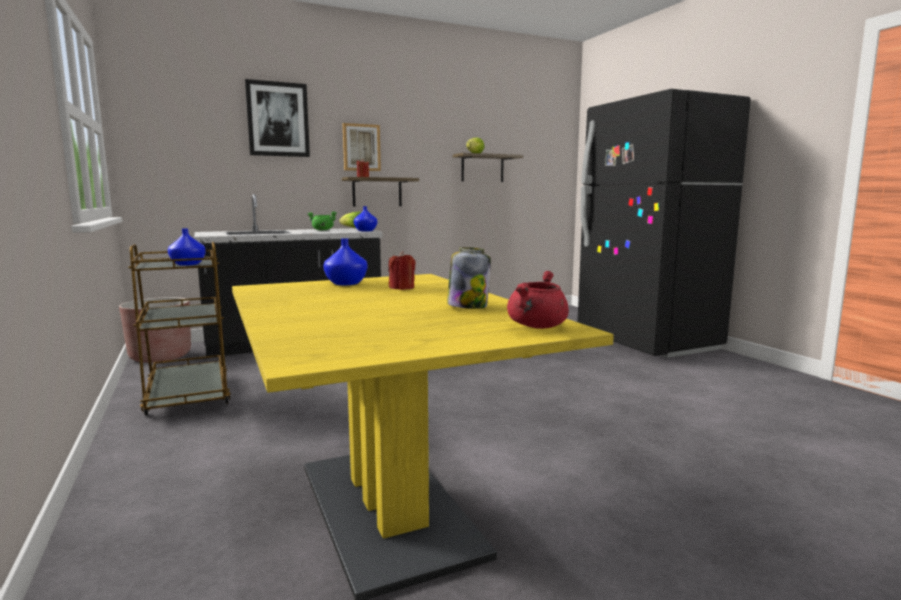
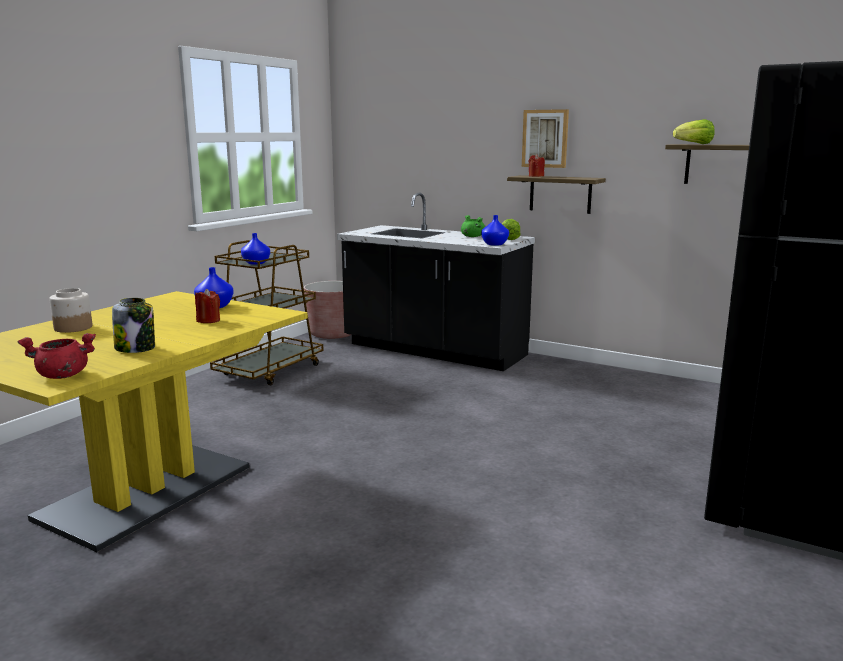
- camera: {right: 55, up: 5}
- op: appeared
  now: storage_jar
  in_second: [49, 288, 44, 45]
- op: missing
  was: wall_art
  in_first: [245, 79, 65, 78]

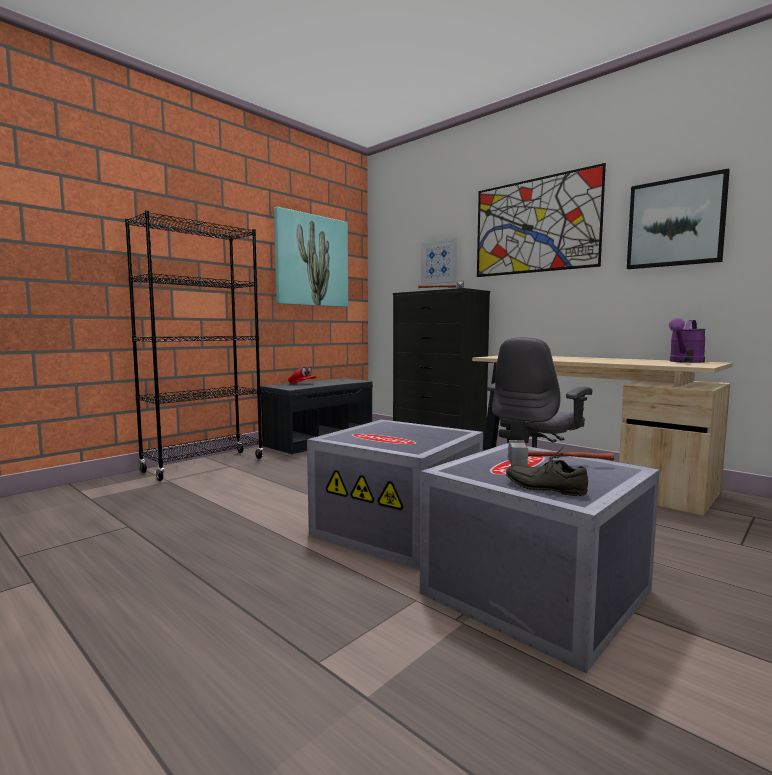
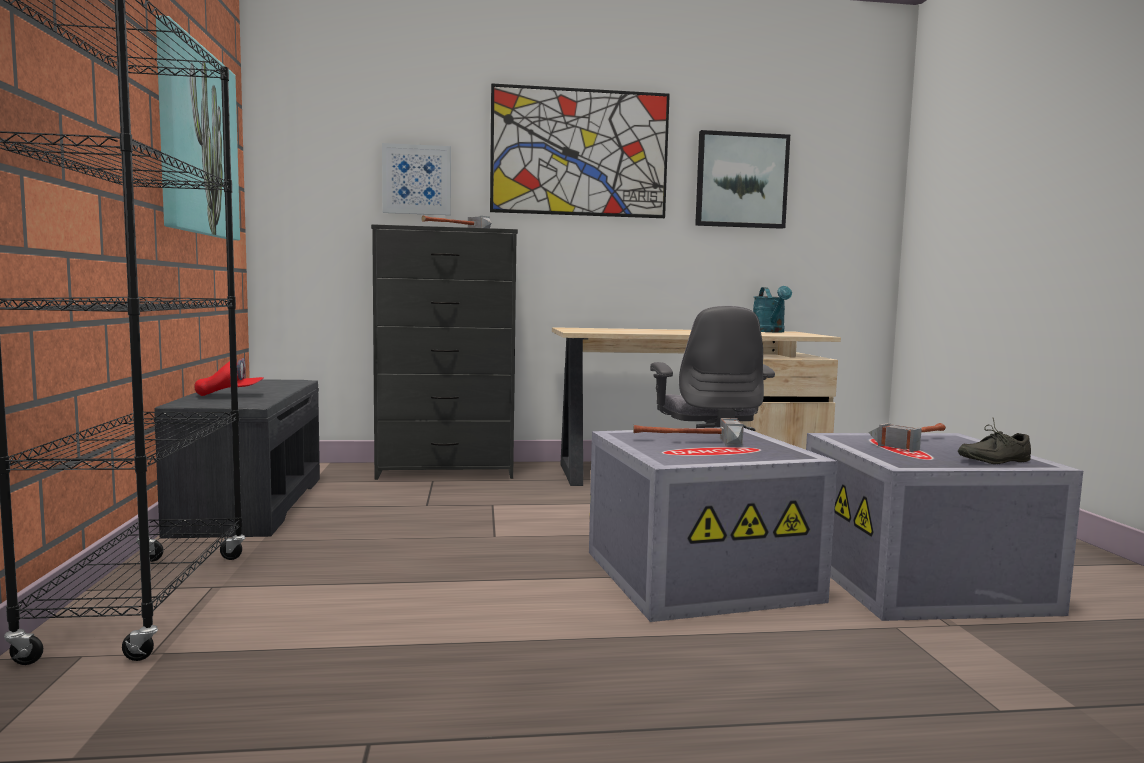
- camera: {right: -50, up: 0}
- op: appeared
  now: hammer
  in_second: [633, 418, 111, 28]
- op: colour
  was: purplish_watering_can
  now: blue-green_watering_can
  in_first: [669, 318, 37, 45]
  in_second: [753, 286, 39, 46]

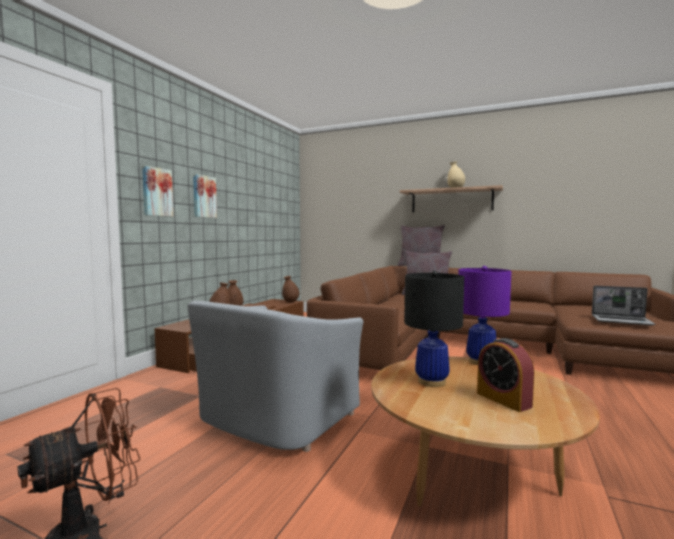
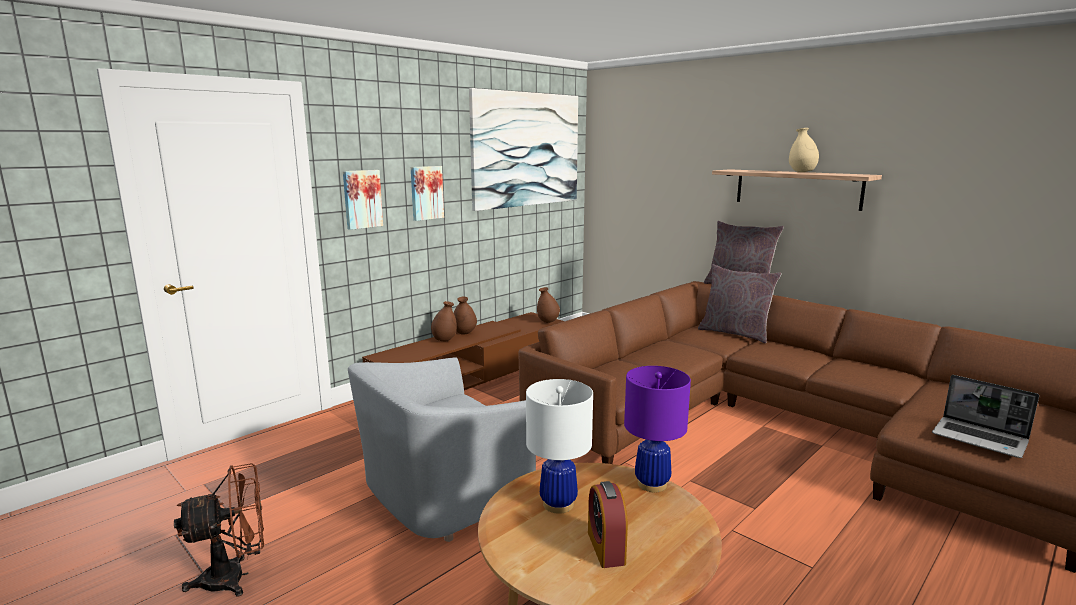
- camera: {right: 20, up: 10}
- op: appeared
  now: wall_art
  in_second: [469, 88, 109, 123]
- op: colour
  was: blackish_lamp_for_a_table
  now: white-coloured_lamp_for_a_table
  in_first: [404, 271, 60, 116]
  in_second: [526, 379, 67, 135]

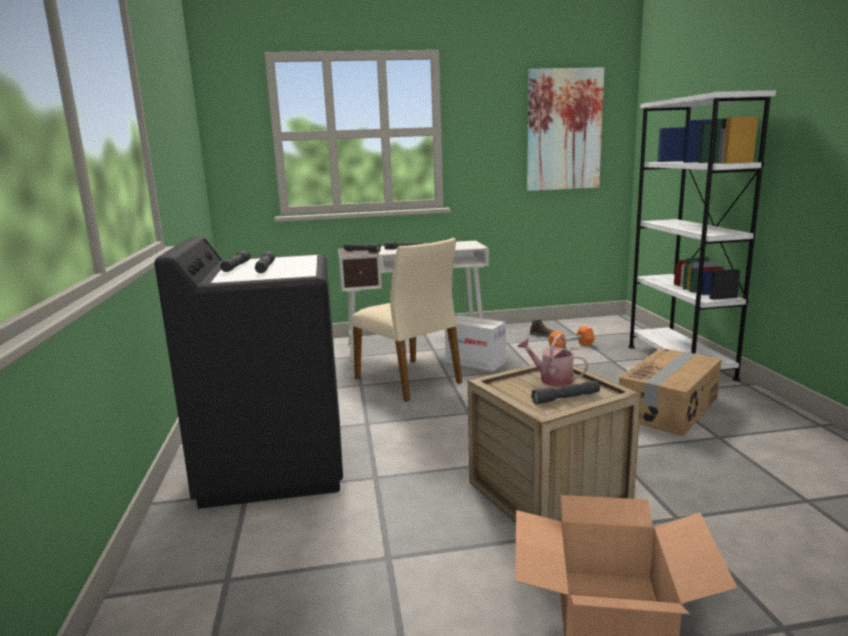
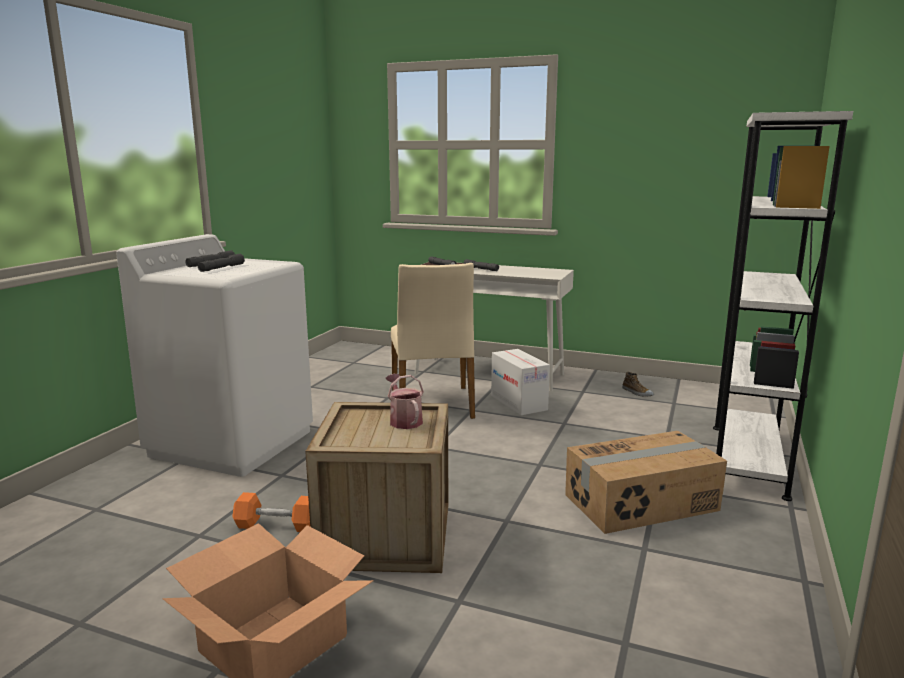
- camera: {right: 30, up: 0}
- op: colour
  was: blackish_laundry_appliance
  now: white-coloured_laundry_appliance
  in_first: [154, 236, 189, 273]
  in_second: [116, 234, 197, 243]
- op: relocated
  was: orange_dumbbell
  in_first: [548, 326, 47, 22]
  in_second: [232, 492, 78, 40]
- op: missing
  was: wall_art
  in_first: [527, 67, 77, 124]
- op: missing
  was: gray_hand_torch
  in_first: [531, 381, 69, 23]

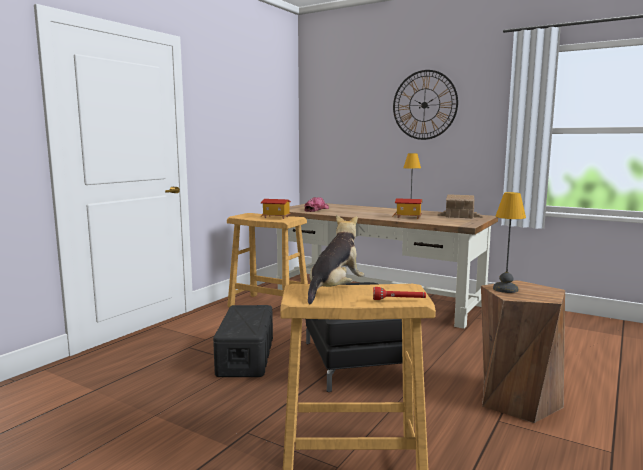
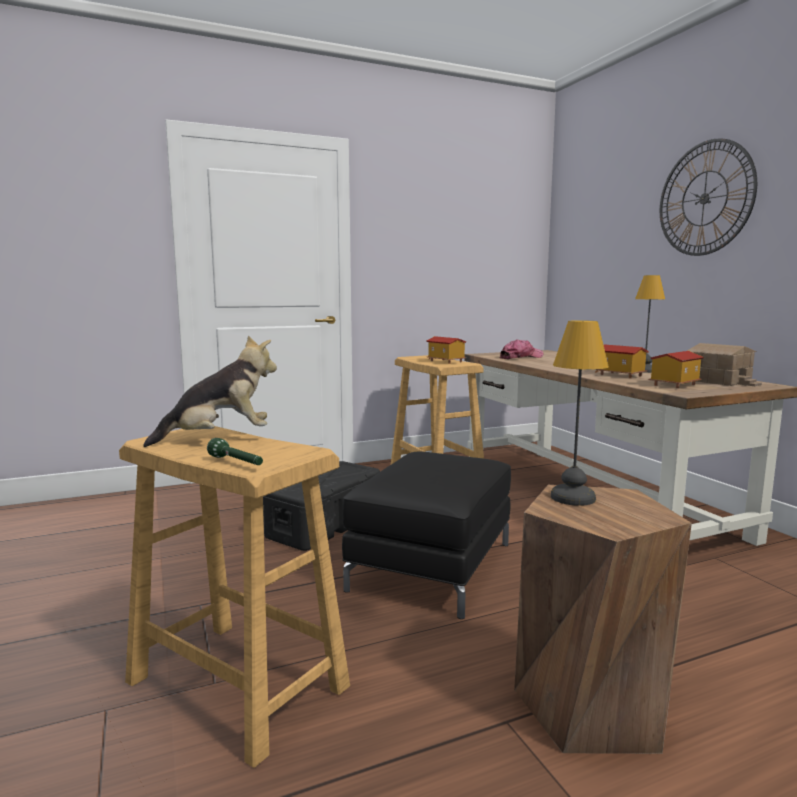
- camera: {right: 35, up: 0}
- op: colour
  was: red-coloured_hand_torch
  now: green_hand_torch
  in_first: [373, 287, 53, 13]
  in_second: [207, 438, 56, 27]
- op: appeared
  now: miniature_house
  in_second: [648, 351, 56, 38]

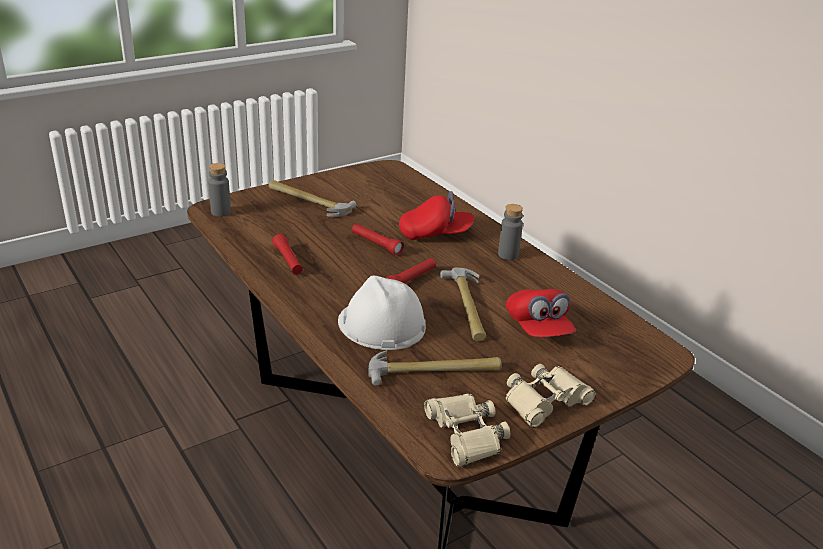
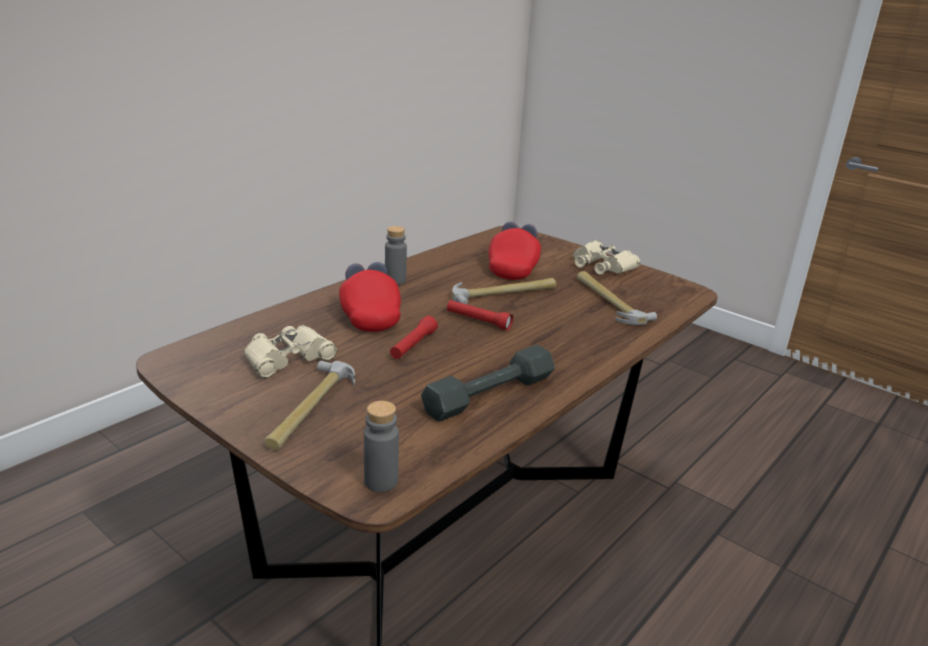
- camera: {right: -105, up: -5}
- op: relocated
  was: beige-coloured_field_glasses
  in_first: [424, 394, 86, 73]
  in_second: [244, 325, 93, 53]
- op: exchanged
  was: red-coloured_hand_torch
  now: gray_dumbbell
  in_first: [272, 234, 31, 41]
  in_second: [421, 345, 134, 77]
- op: spun
  was: red-coloured_baseball_cap
  in_first: [506, 289, 70, 48]
  in_second: [489, 222, 52, 58]
  clockwise: -45
- op: missing
  was: white-coloured_hard_hat
  in_first: [338, 276, 88, 74]

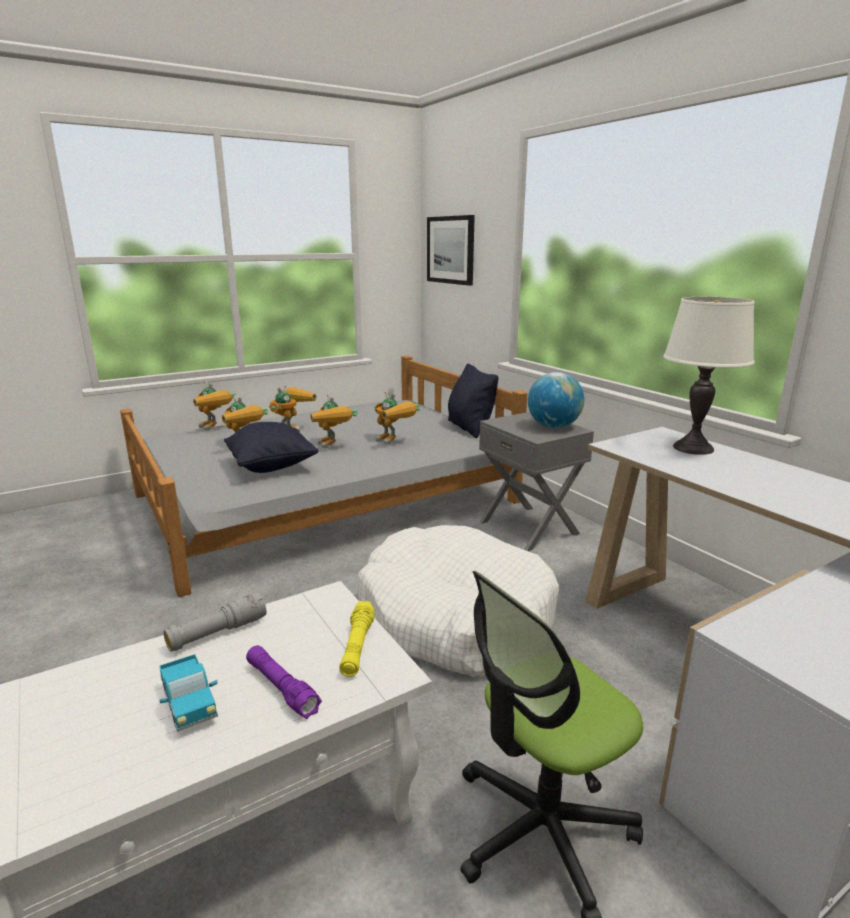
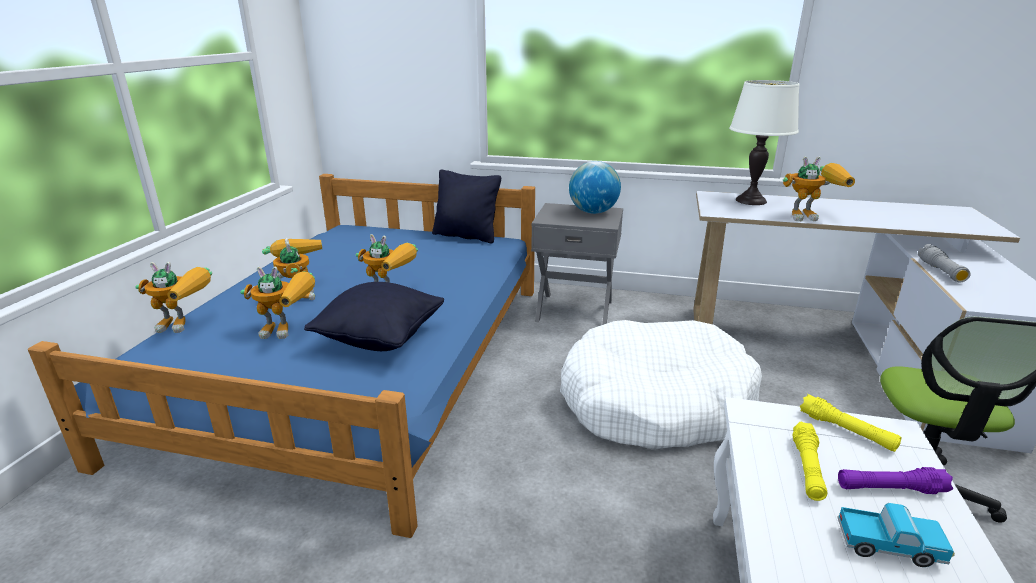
- camera: {right: -45, up: 5}
- op: colour
  was: gray_bedroom_bed
  now: blue-coloured_bedroom_bed
  in_first: [120, 355, 407, 242]
  in_second: [28, 174, 507, 364]
- op: relocated
  was: robot_figure
  in_first: [374, 391, 46, 54]
  in_second: [783, 156, 72, 65]
- op: appeared
  now: yellowish_hand_torch
  in_second: [793, 422, 34, 79]
- op: relocated
  was: gray_hand_torch
  in_first: [163, 593, 104, 59]
  in_second: [918, 244, 53, 38]
- op: missing
  was: wall_art
  in_first: [427, 215, 48, 71]

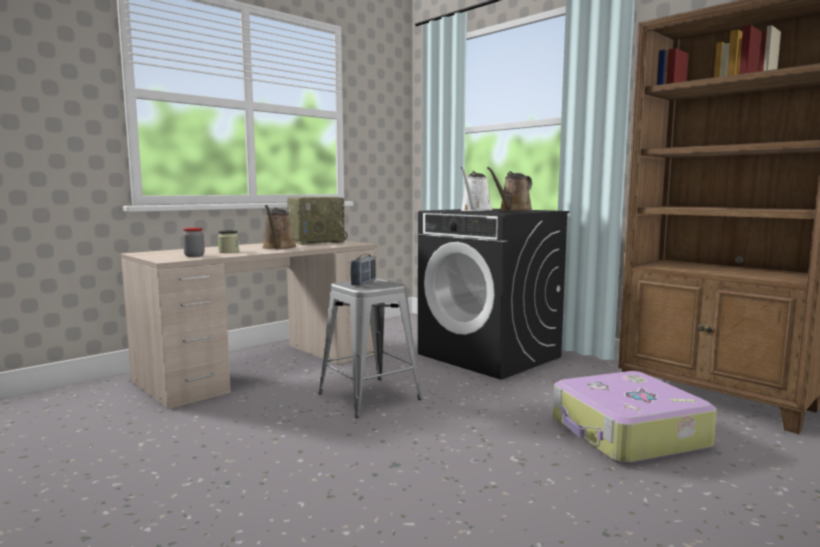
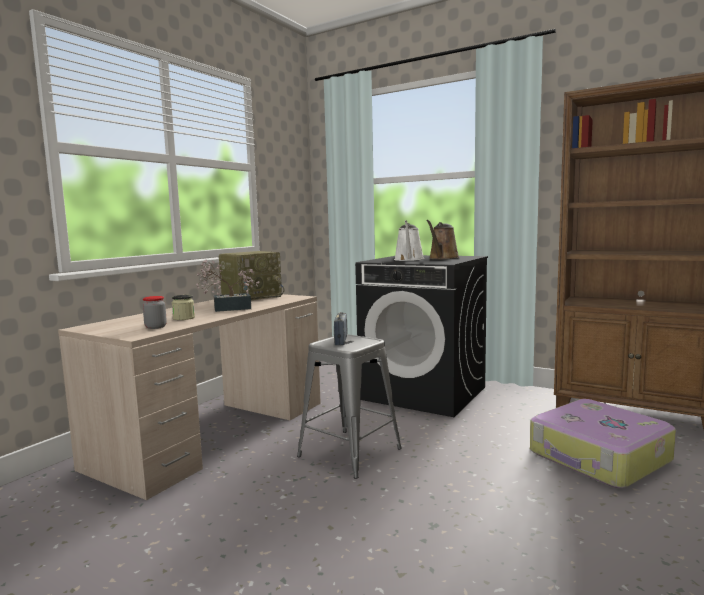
- camera: {right: -15, up: 0}
- op: exchanged
  was: brown_watering_can
  now: houseplant
  in_first: [262, 205, 35, 44]
  in_second: [196, 260, 64, 52]

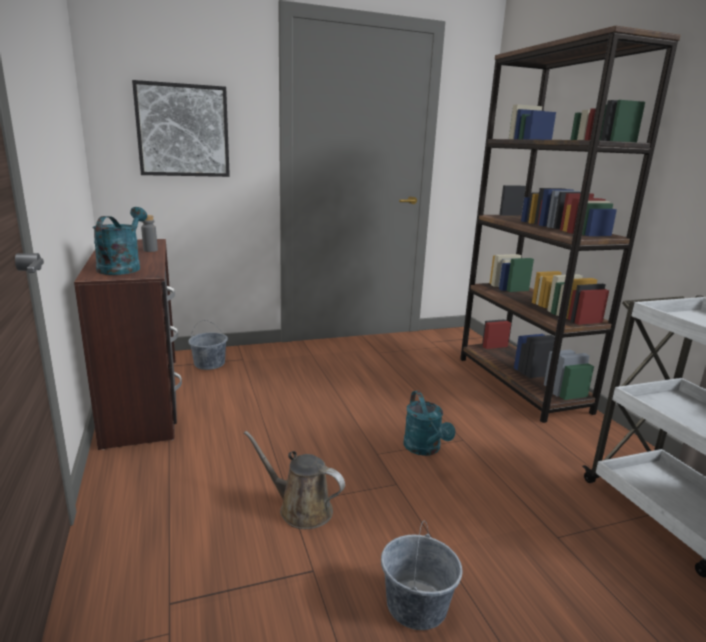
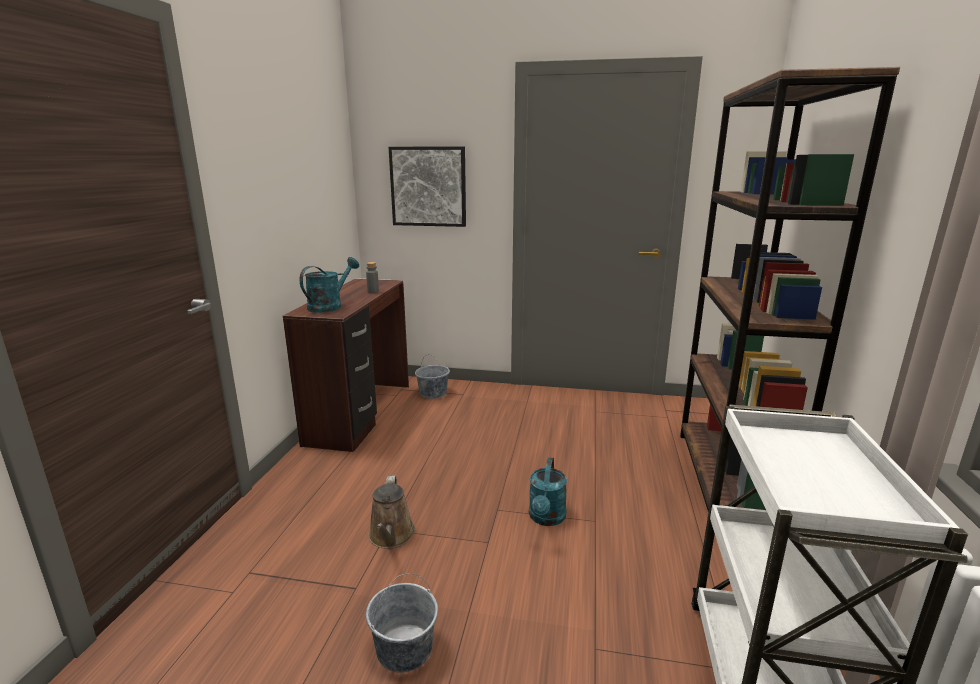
- camera: {right: 30, up: 0}
- op: spun
  was: brown_watering_can
  in_first: [244, 431, 101, 98]
  in_second: [368, 476, 47, 72]
  clockwise: -150

